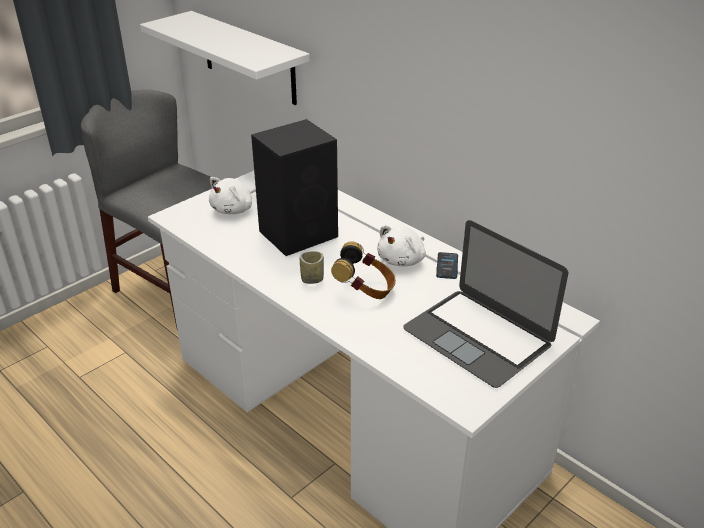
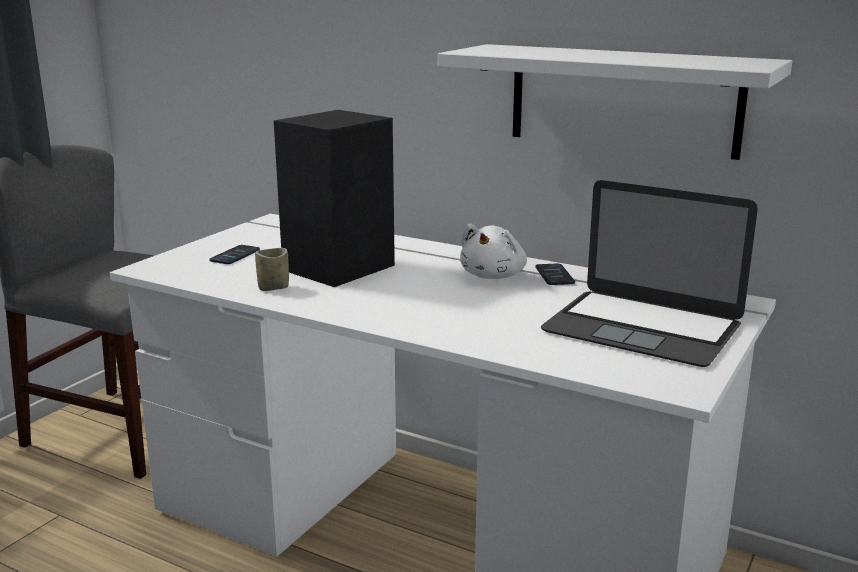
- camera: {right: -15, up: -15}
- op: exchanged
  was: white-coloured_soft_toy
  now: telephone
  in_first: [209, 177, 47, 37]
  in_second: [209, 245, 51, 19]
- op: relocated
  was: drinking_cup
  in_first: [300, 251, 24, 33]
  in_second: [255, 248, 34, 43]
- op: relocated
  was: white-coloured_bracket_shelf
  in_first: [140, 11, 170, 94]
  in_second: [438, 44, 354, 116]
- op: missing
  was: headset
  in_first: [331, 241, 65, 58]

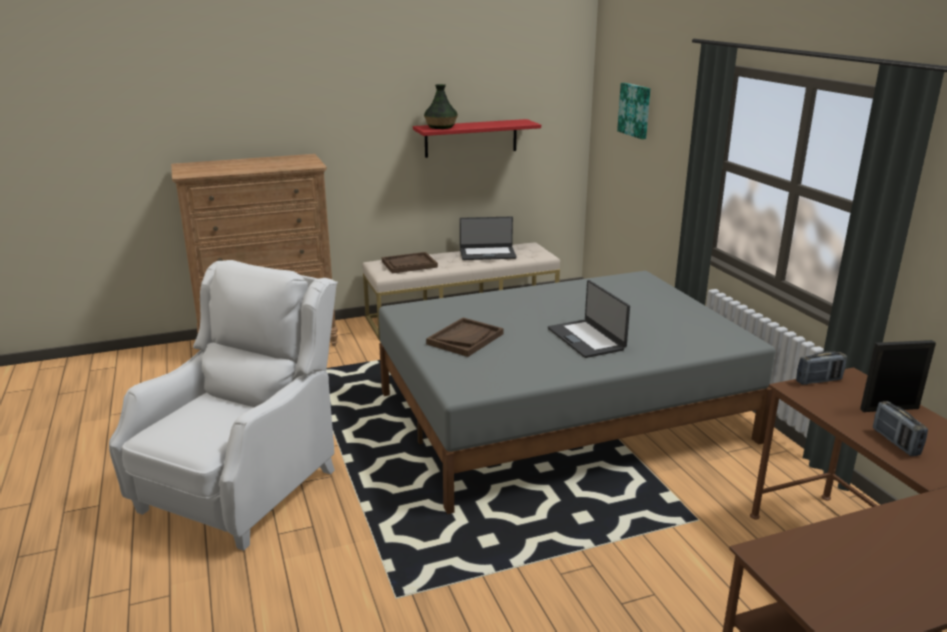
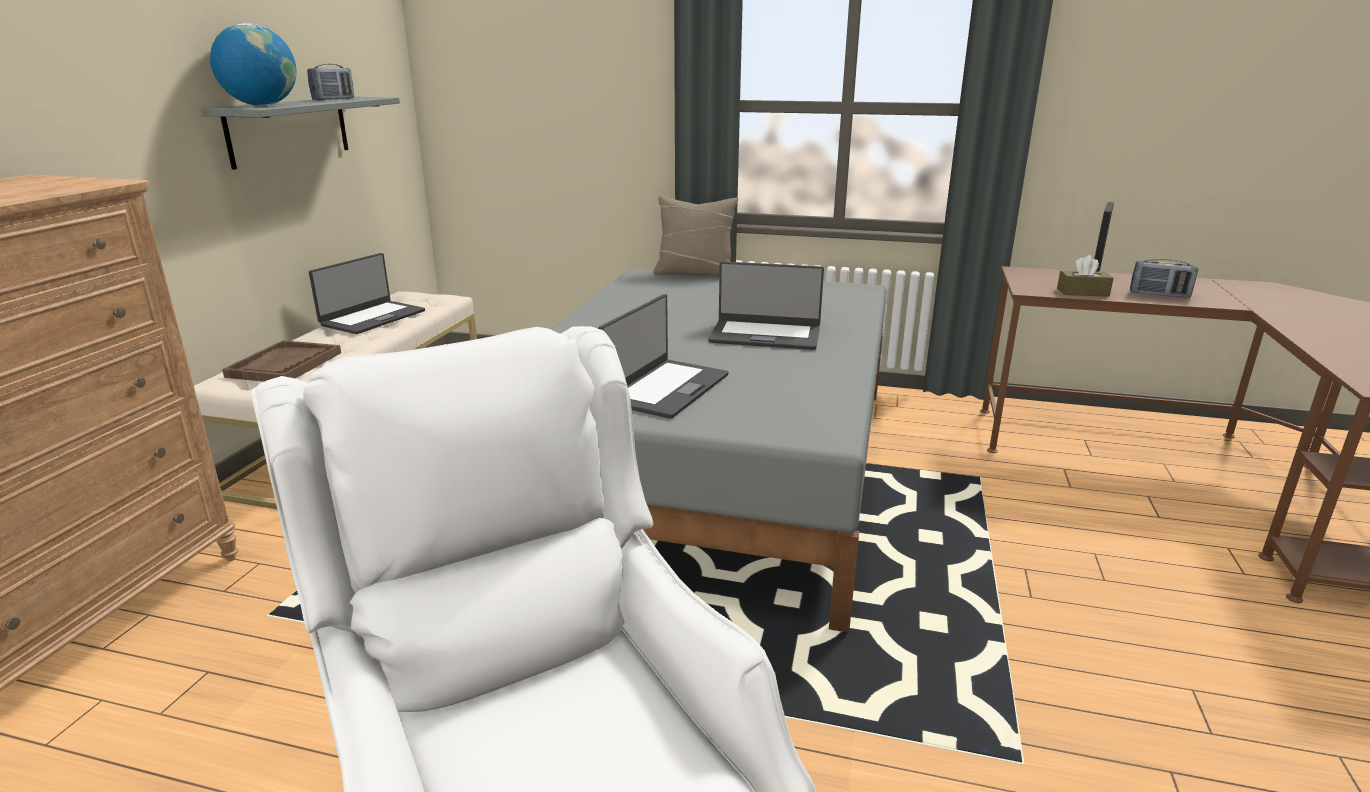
- camera: {right: -55, up: 0}
- op: colour
  was: red-coloured_bracket_shelf
  now: gray_bracket_shelf
  in_first: [413, 119, 128, 39]
  in_second: [201, 97, 199, 73]
- op: exchanged
  was: vase
  now: desk_globe
  in_first: [424, 84, 34, 45]
  in_second: [210, 23, 87, 83]
- op: relocated
  was: radio_receiver
  in_first: [796, 351, 51, 34]
  in_second: [307, 64, 47, 36]
- op: exchanged
  was: brown_carrying_tray
  now: laptop
  in_first: [426, 318, 78, 39]
  in_second: [598, 294, 131, 125]
- op: appeared
  now: beige-coloured_cushion
  in_second: [653, 196, 85, 81]
- op: appeared
  now: brown_tissue_holder
  in_second: [1057, 255, 57, 42]
- op: missing
  was: wall_art
  in_first: [617, 83, 33, 56]

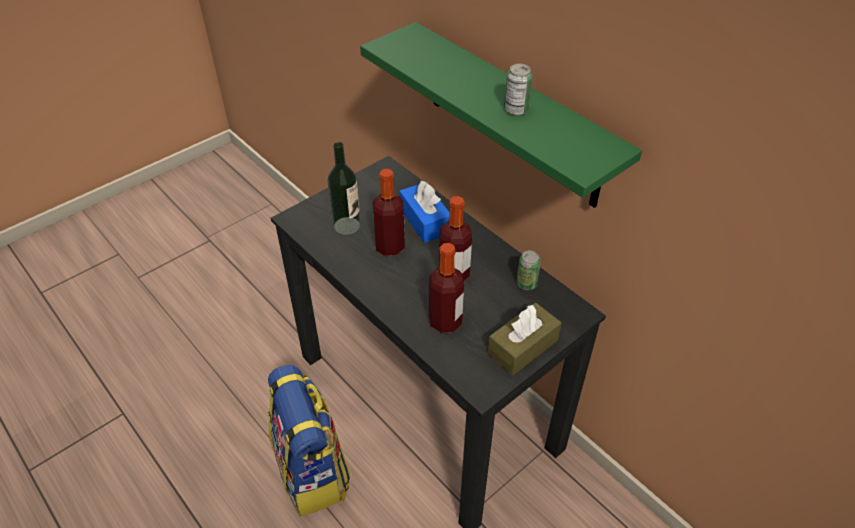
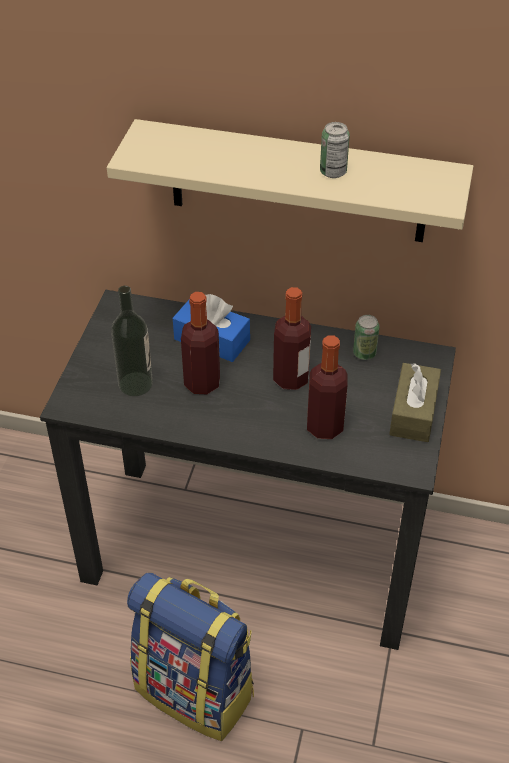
- camera: {right: -35, up: 0}
- op: colour
  was: green_bracket_shelf
  now: beige-coloured_bracket_shelf
  in_first: [360, 22, 282, 186]
  in_second: [107, 119, 366, 123]

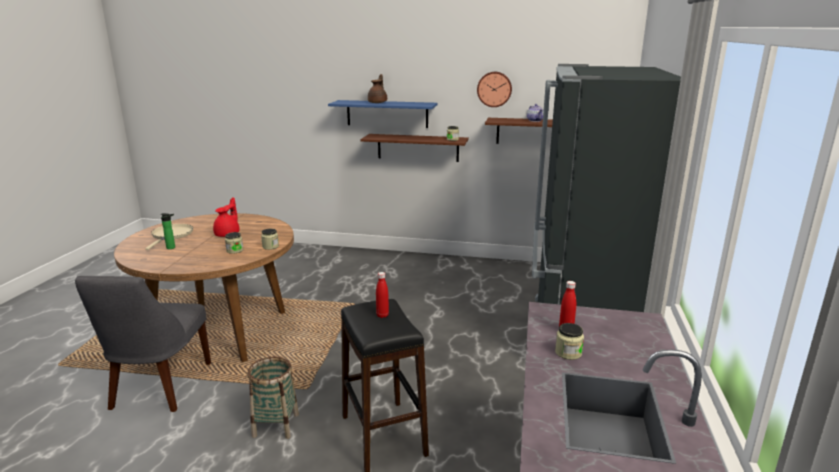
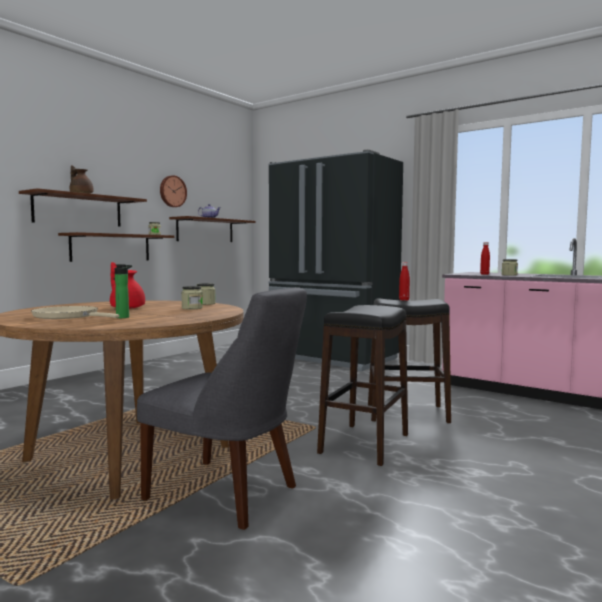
- camera: {right: -65, up: -15}
- op: colour
  was: blue-coloured_bracket_shelf
  now: brown_bracket_shelf
  in_first: [328, 100, 110, 28]
  in_second: [19, 188, 128, 38]
- op: exchanged
  was: basket
  now: blackish_sitting_stool
  in_first: [248, 357, 51, 82]
  in_second: [317, 305, 91, 161]

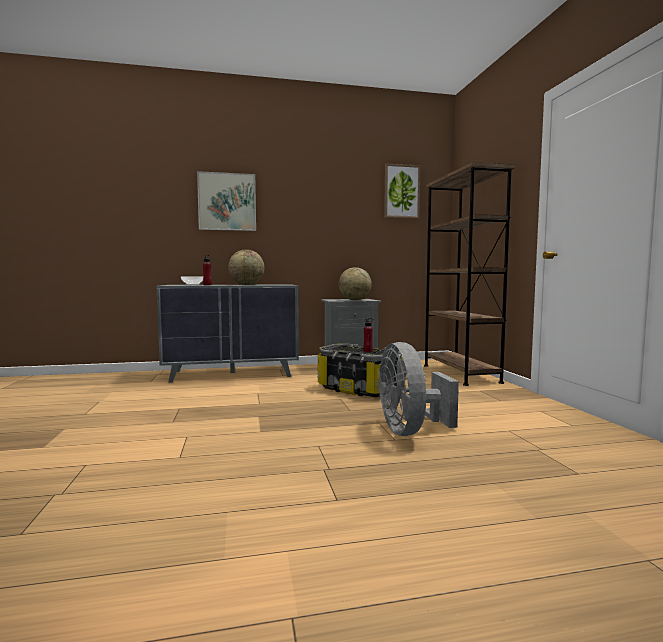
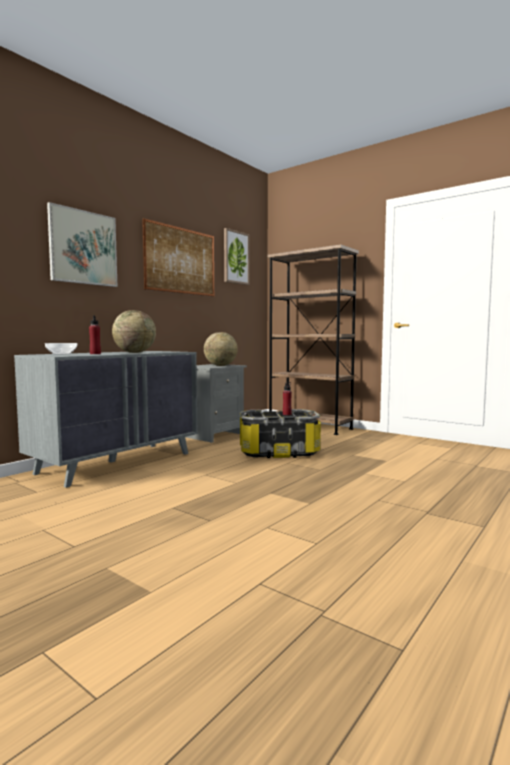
- camera: {right: -40, up: 0}
- op: appeared
  now: wall_art
  in_second: [142, 218, 72, 79]
- op: missing
  was: gray_cooling_fan
  in_first: [378, 342, 81, 94]

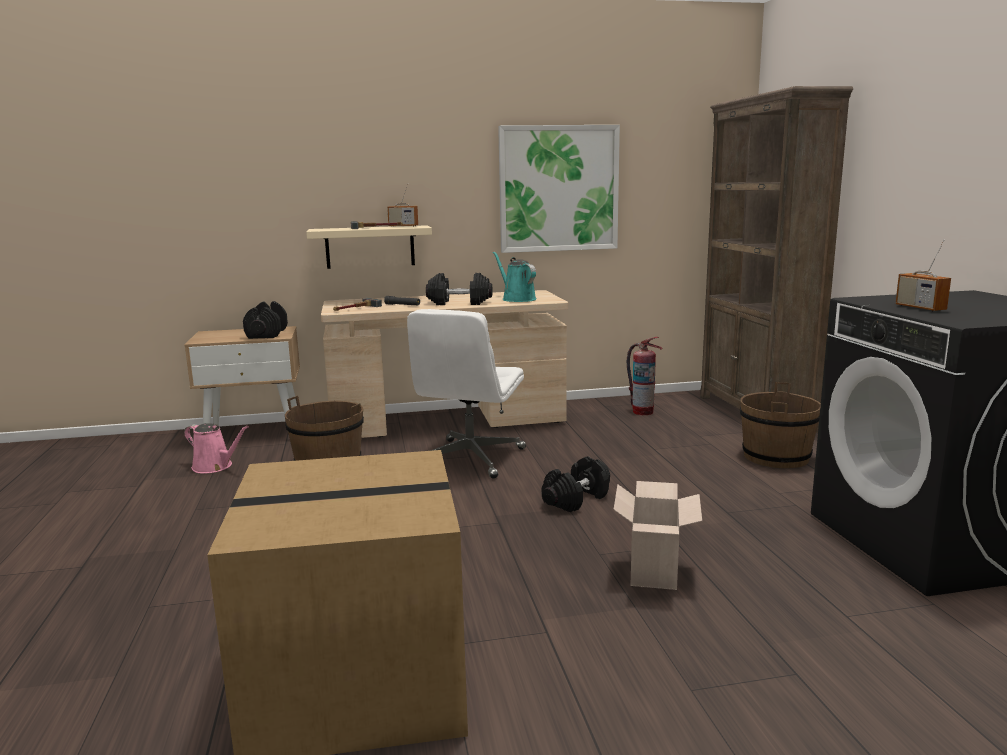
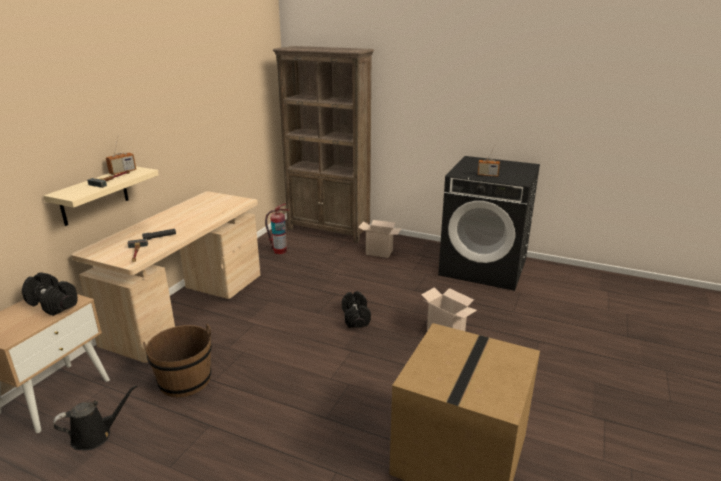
- camera: {right: -55, up: 10}
- op: colour
  was: pinkish_watering_can
  now: blackish_watering_can
  in_first: [184, 423, 65, 50]
  in_second: [53, 385, 84, 66]
- op: exchanged
  was: brown_water_bucket
  now: cardboard_box
  in_first: [740, 382, 81, 86]
  in_second: [358, 220, 44, 38]
- op: missing
  was: white-coloured_computer_chair
  in_first: [407, 309, 119, 170]
- op: missing
  was: blackish_dumbbell
  in_first: [426, 273, 67, 32]
- op: missing
  was: blue-green_watering_can
  in_first: [493, 252, 43, 50]
- op: missing
  was: wall_art
  in_first: [498, 125, 122, 128]

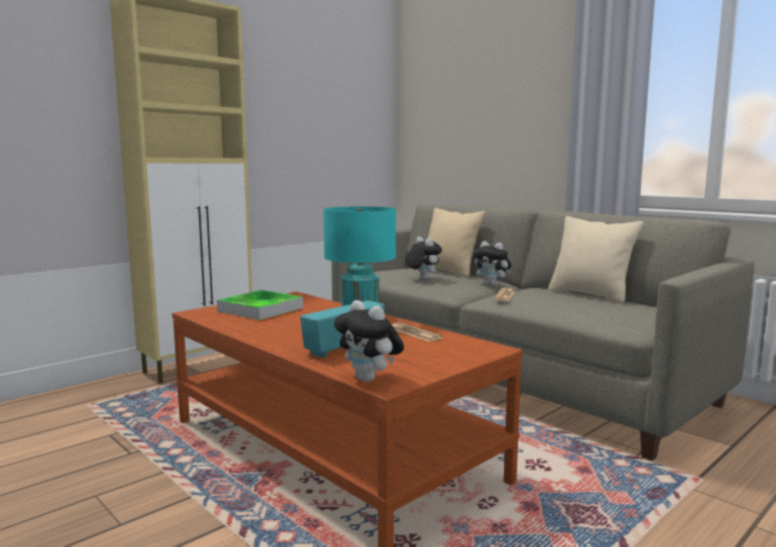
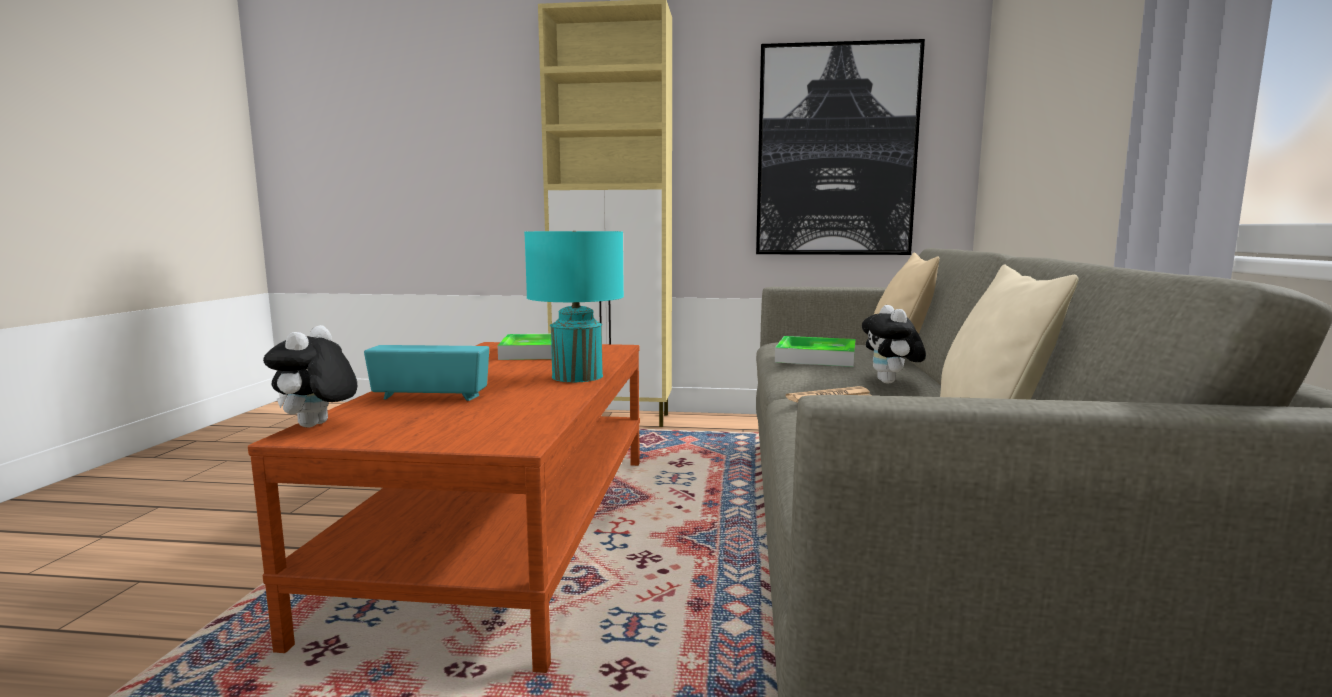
- camera: {right: 50, up: 0}
- op: appeared
  now: wall_art
  in_second: [756, 39, 169, 216]
- op: exchanged
  was: soft_toy
  now: carrying_tray
  in_first: [405, 237, 37, 43]
  in_second: [775, 336, 81, 31]
- op: missing
  was: daily_paper
  in_first: [392, 322, 51, 20]

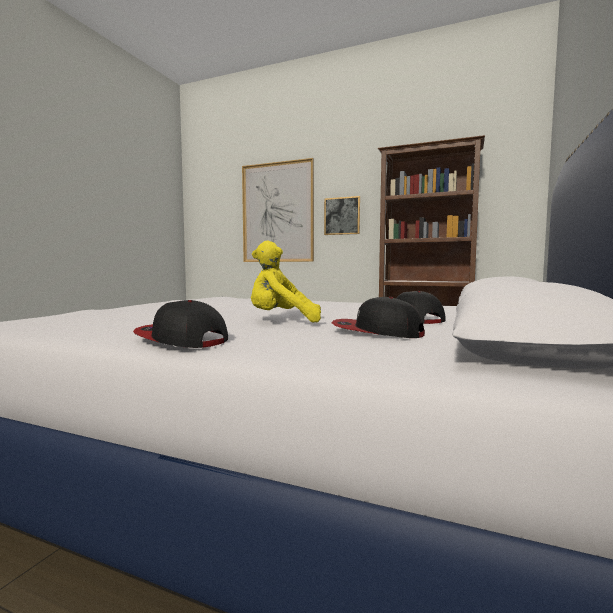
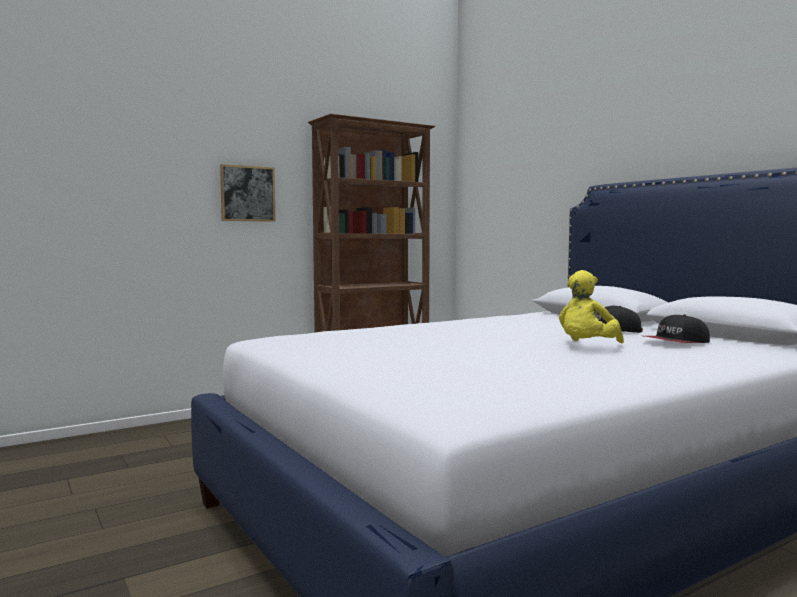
- camera: {right: -55, up: 0}
- op: missing
  was: baseball_cap
  in_first: [133, 300, 95, 48]
- op: missing
  was: wall_art
  in_first: [242, 158, 72, 104]

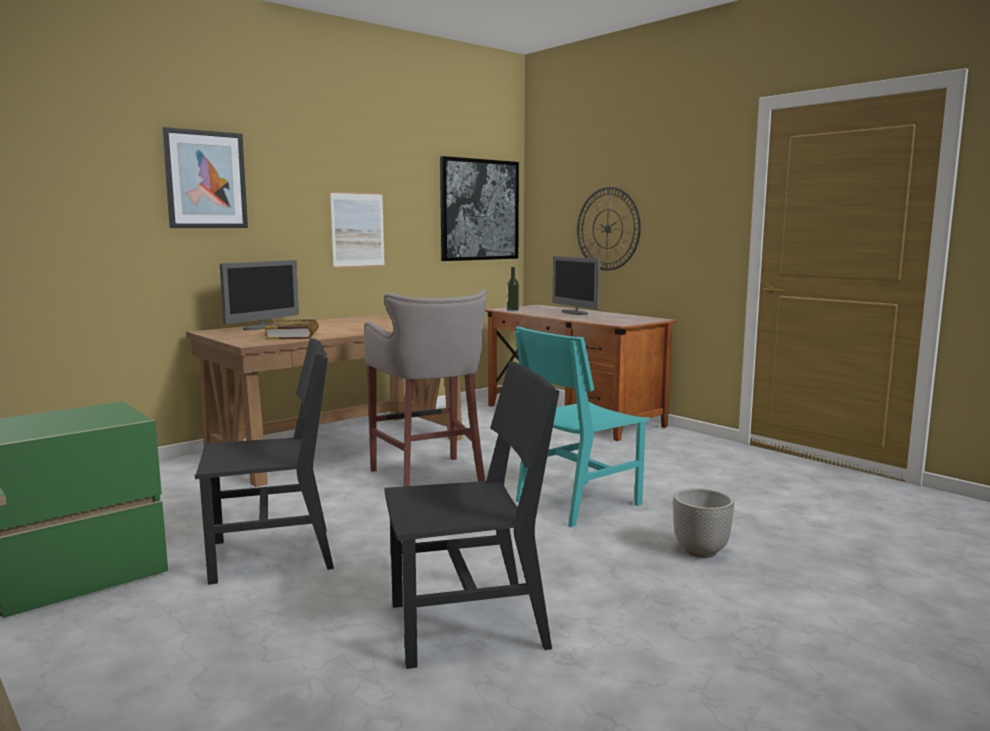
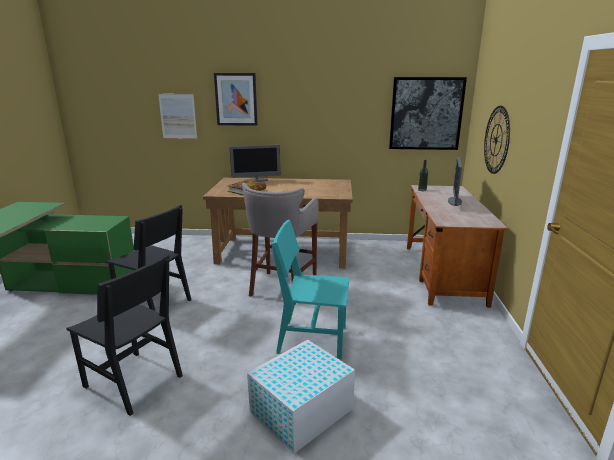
- camera: {right: 45, up: 10}
- op: relocated
  was: wall_art
  in_first: [330, 191, 55, 77]
  in_second: [158, 93, 39, 46]
- op: exchanged
  was: flower_pot
  now: white-coloured_storage_bin
  in_first: [673, 488, 61, 70]
  in_second: [247, 340, 108, 114]

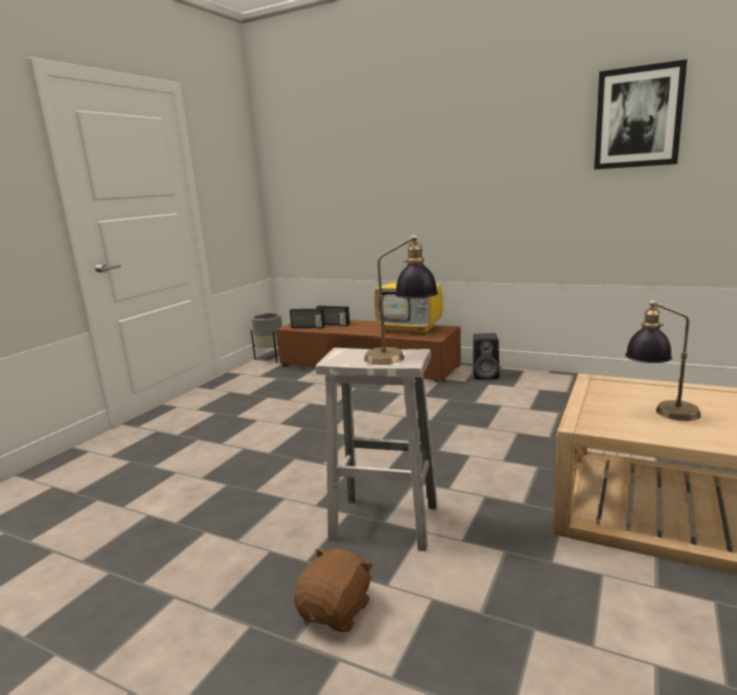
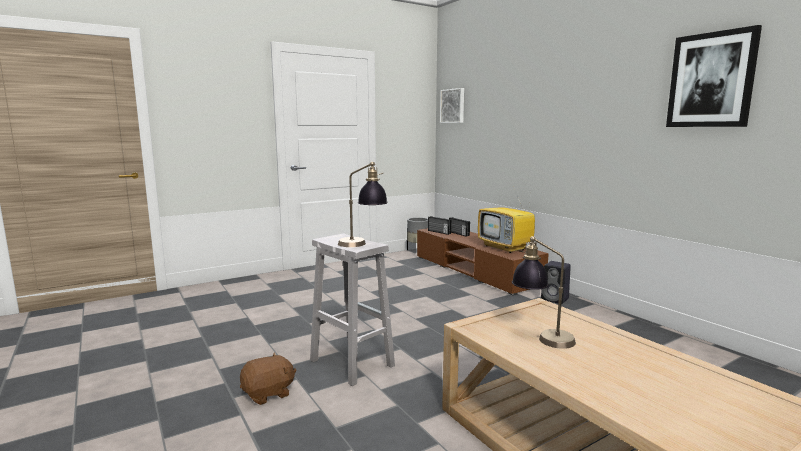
- camera: {right: 30, up: -5}
- op: appeared
  now: wall_art
  in_second: [440, 88, 24, 35]

